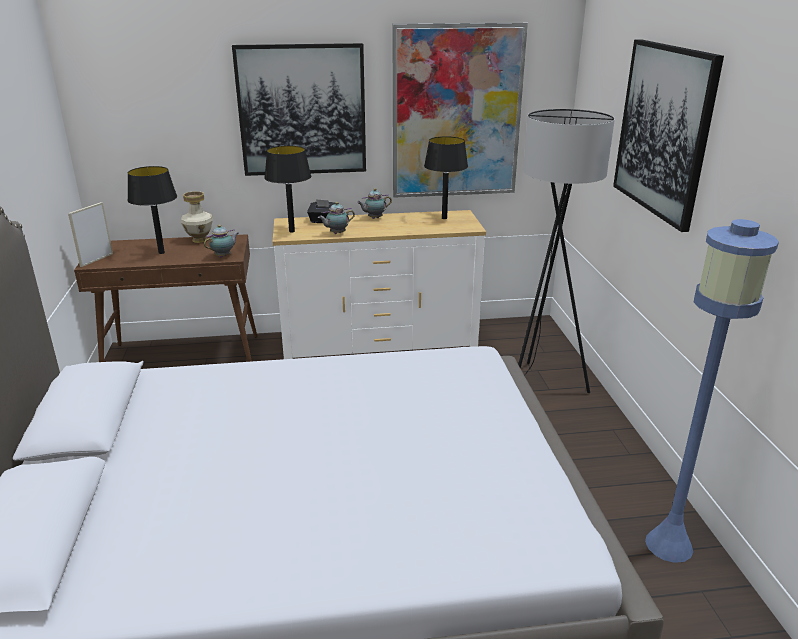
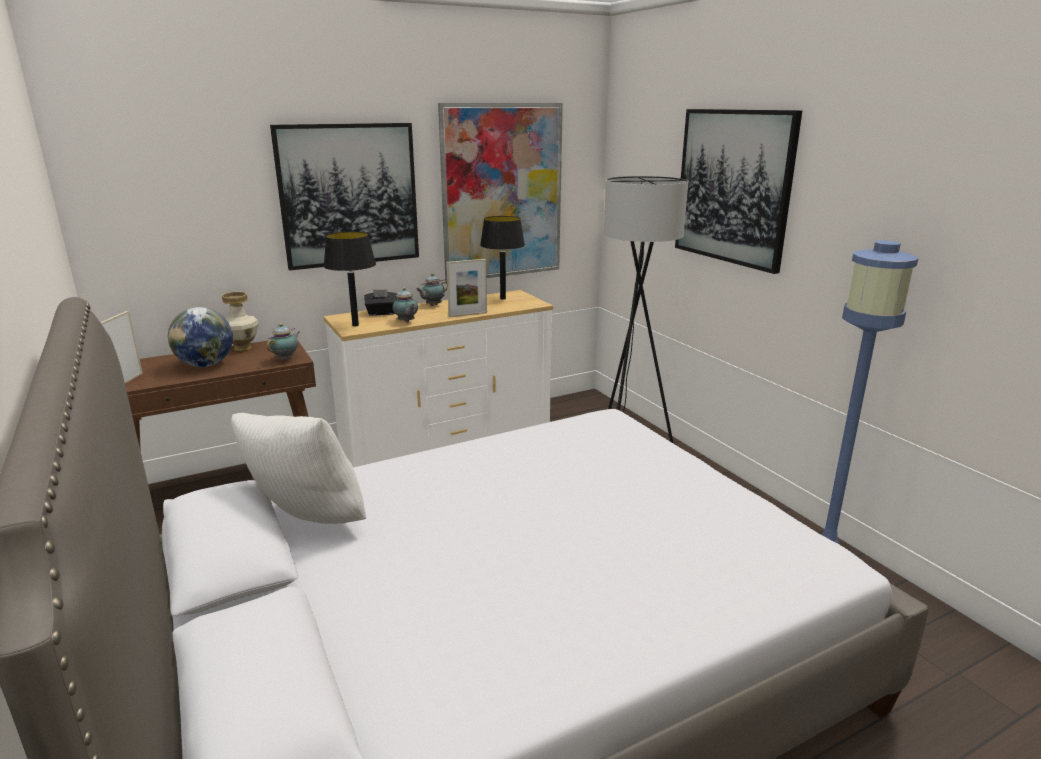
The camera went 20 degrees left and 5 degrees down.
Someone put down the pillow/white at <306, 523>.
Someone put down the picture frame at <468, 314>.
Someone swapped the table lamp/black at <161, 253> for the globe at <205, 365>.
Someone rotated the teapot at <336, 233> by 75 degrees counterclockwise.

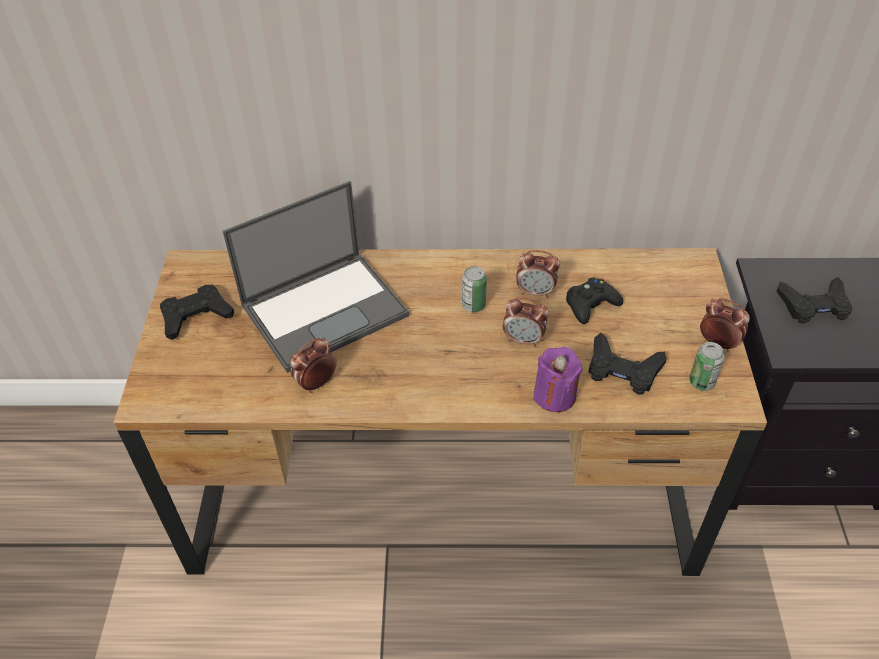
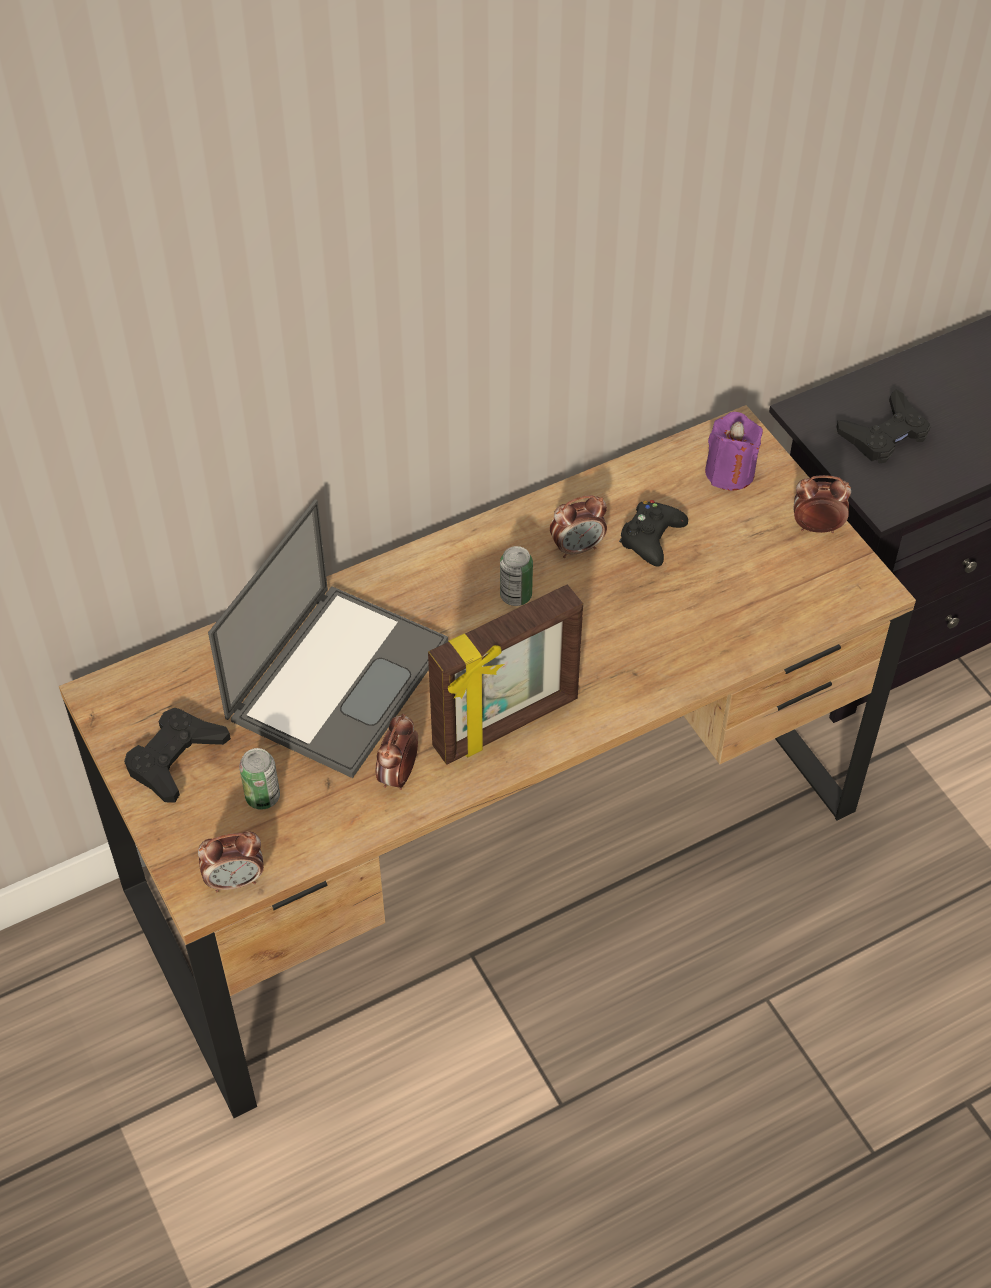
The camera went 30 degrees left and 5 degrees up.
Someone took away the game controller/black at <623, 370>.
Someone put down the picture frame at <507, 725>.
Someone carried the alarm clock from <523, 340> to <235, 880>.
Someone carried the candle/purple from <554, 395> to <730, 472>.
Someone carried the can from <701, 382> to <262, 797>.

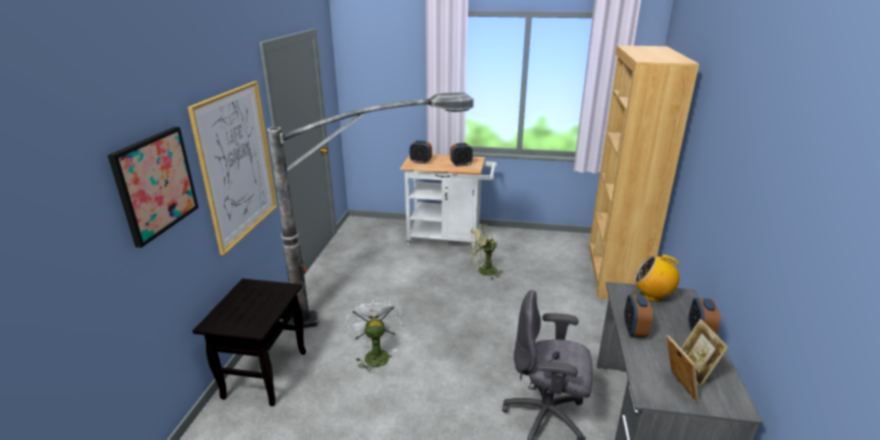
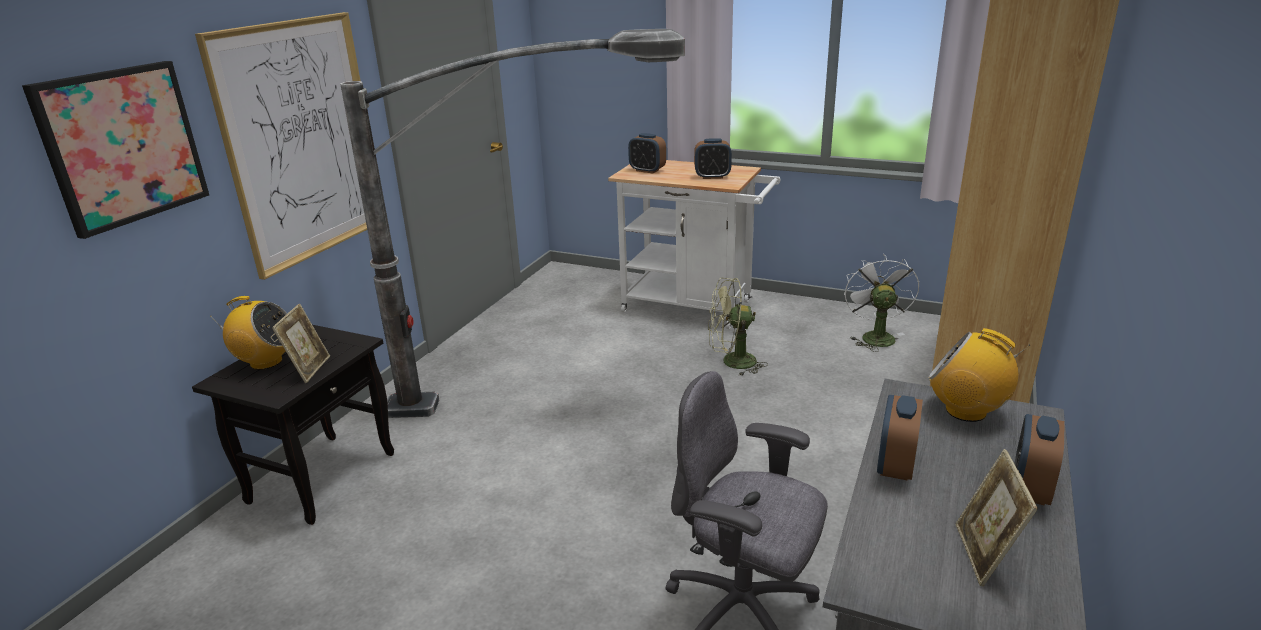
The camera went 15 degrees right and 0 degrees up.
Someone put down the radio at <265, 362>.
Someone carried the fan/white from <375, 354> to <875, 336>.
Someone carried the picture frame from <677, 387> to <309, 369>.

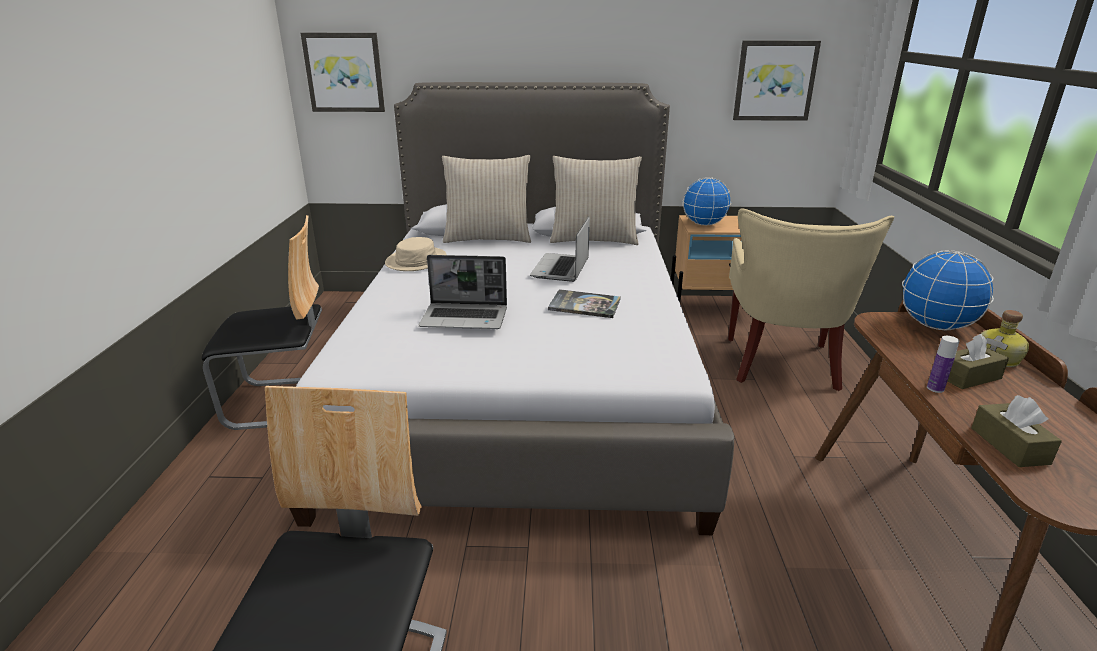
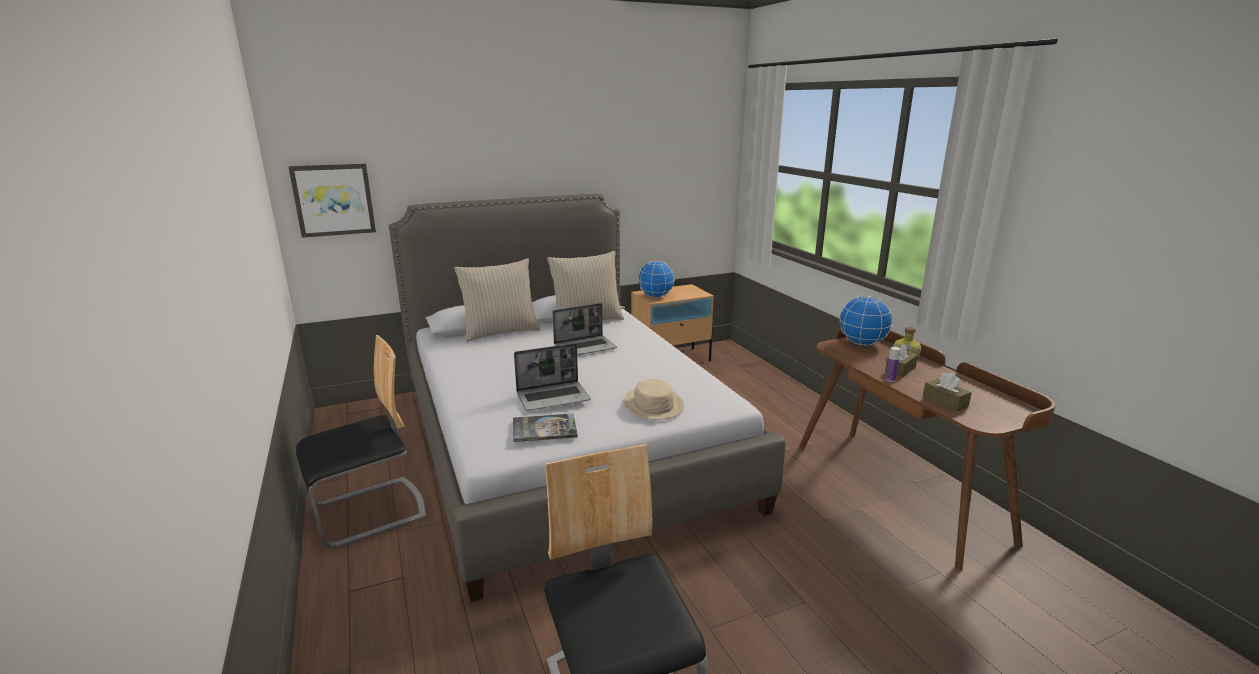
The camera went 25 degrees left and 5 degrees down.
Someone took away the armchair/beige at <780, 365>.
Someone took away the picture at <774, 81>.
Someone carried the hat/beige from <416, 260> to <653, 404>.
Someone carried the book from <584, 305> to <544, 429>.
Someone rotated the laptop at <561, 269> by 105 degrees counterclockwise.

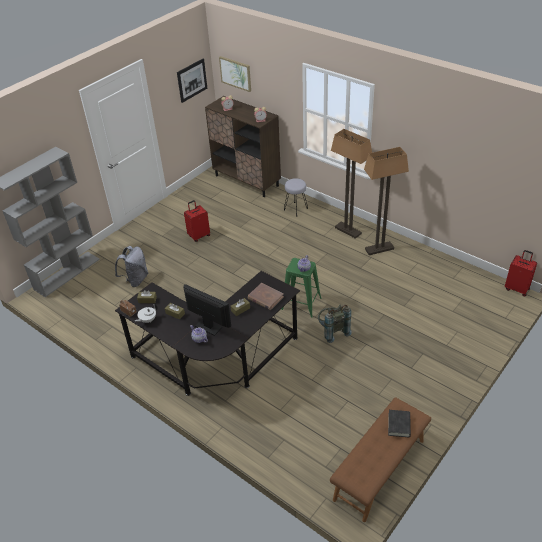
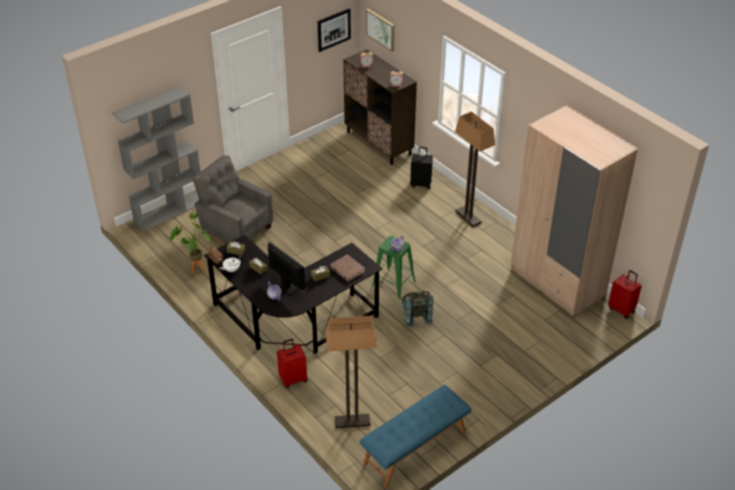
The camera went 10 degrees right and 0 degrees up.
Someone took away the book/black at <399, 425>.
Someone put down the potted plant at <195, 268>.
Someone put down the wardrobe/beige at <557, 283>.
Someone carried the suitcase/red from <199, 236> to <293, 379>.
Someone carried the floor lamp from <379, 249> to <352, 422>.
Someone swapped the backpack/grey at <135, 280> for the armchair/grey at <235, 230>.
Someone swapped the stool/grey at <296, 209> for the suitcase/black at <421, 184>.
Someone repainted the bench/brown at <380, 470>, which became the bench/blue at <415, 448>.

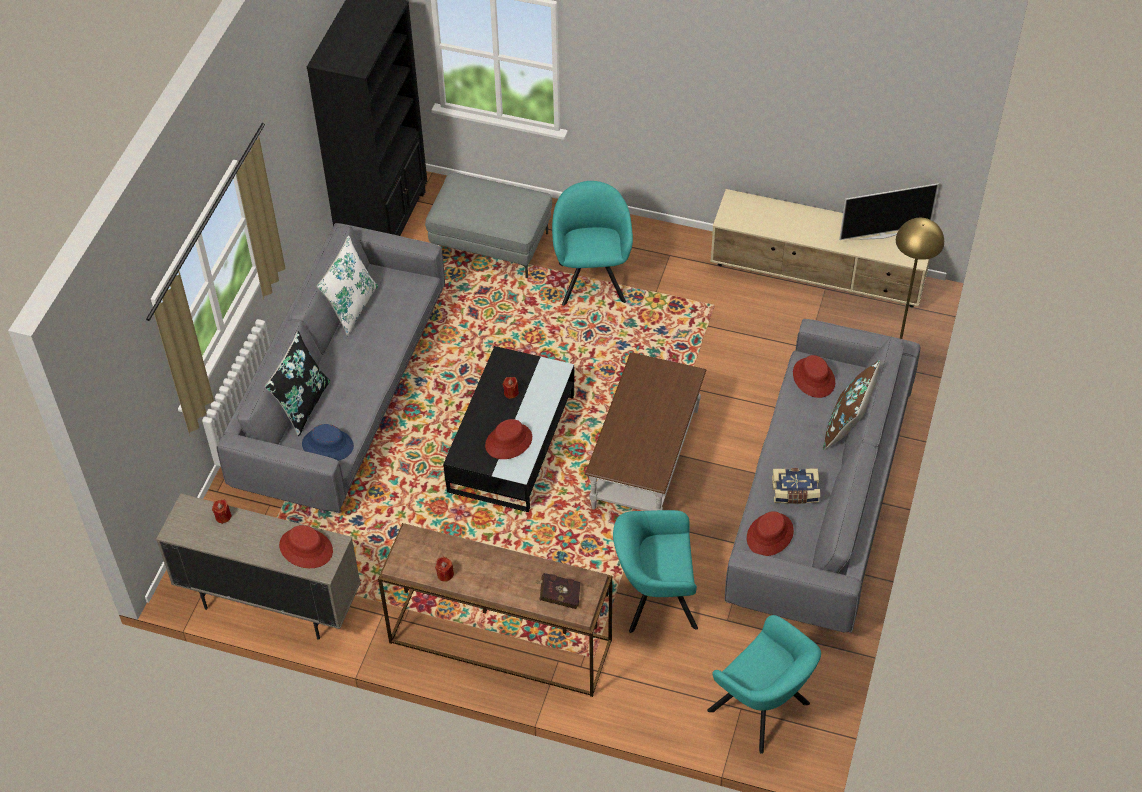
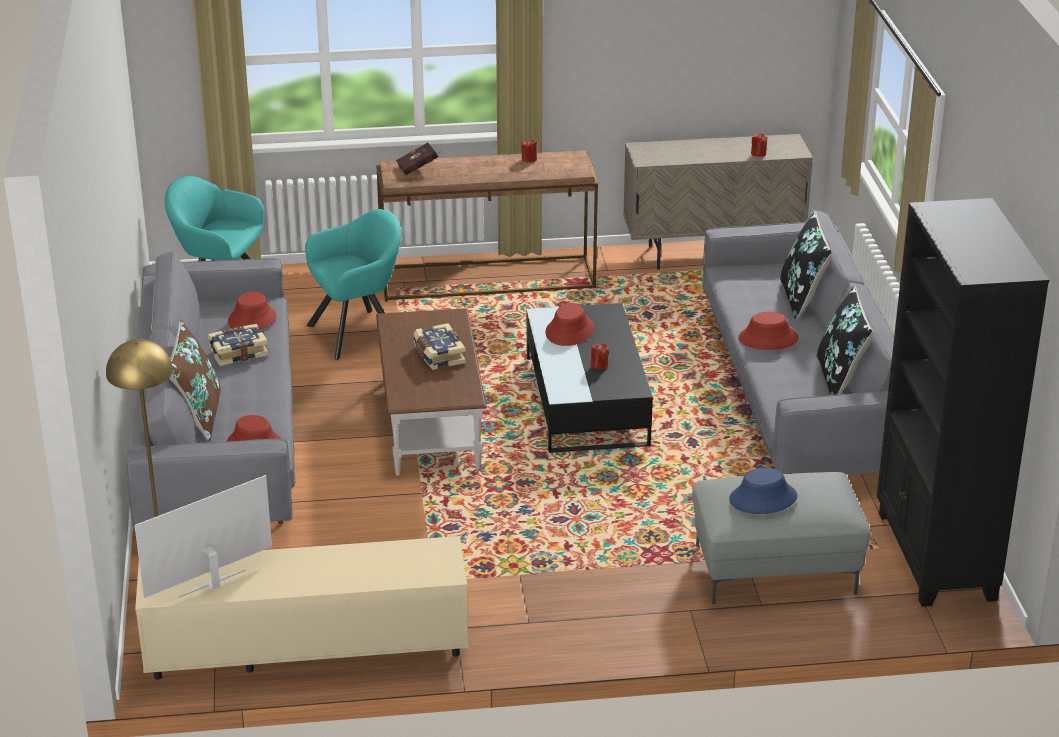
The camera went 155 degrees right and 20 degrees down.
Someone took away the armchair/turquoise at <592, 278>.
Someone put down the book at <438, 355>.
Someone carried the hat/red from <306, 548> to <768, 339>.
Someone carried the hat/blue from <328, 445> to <763, 499>.
Someone repainted the pillow/white at <351, 307>, which became the pillow/black at <840, 379>.

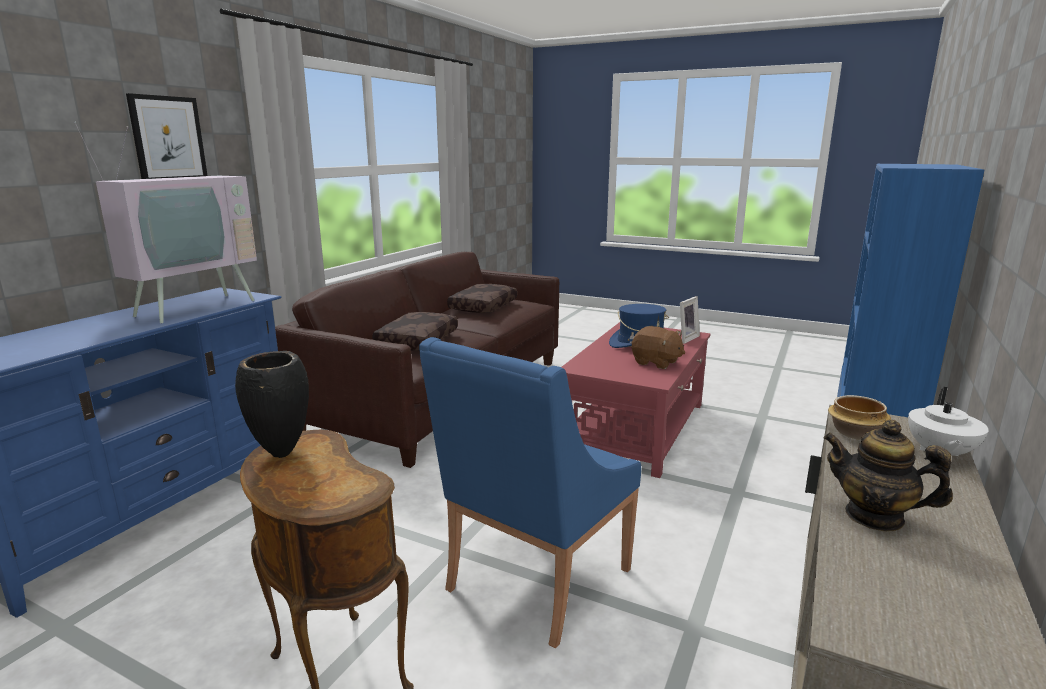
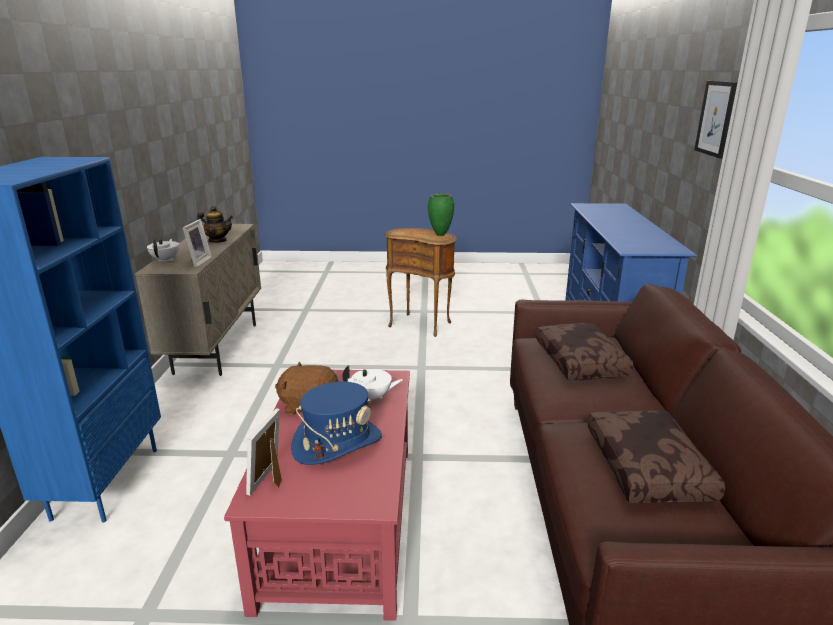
The camera went 155 degrees right and 5 degrees up.
Someone took away the television at <191, 307>.
Someone took away the armchair/blue at <534, 581>.
Someone put down the teapot/white at <372, 397>.
Someone swapped the bowl at <856, 434> for the picture frame at <197, 262>.
Someone repainted the vase/black at <282, 454>, which became the vase/green at <440, 235>.

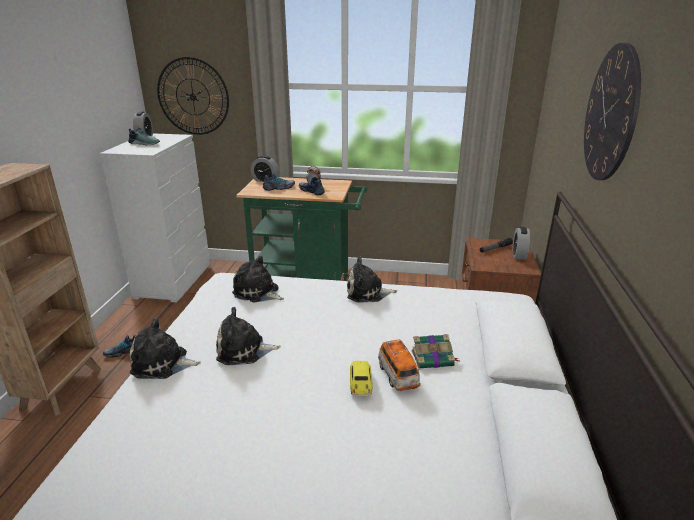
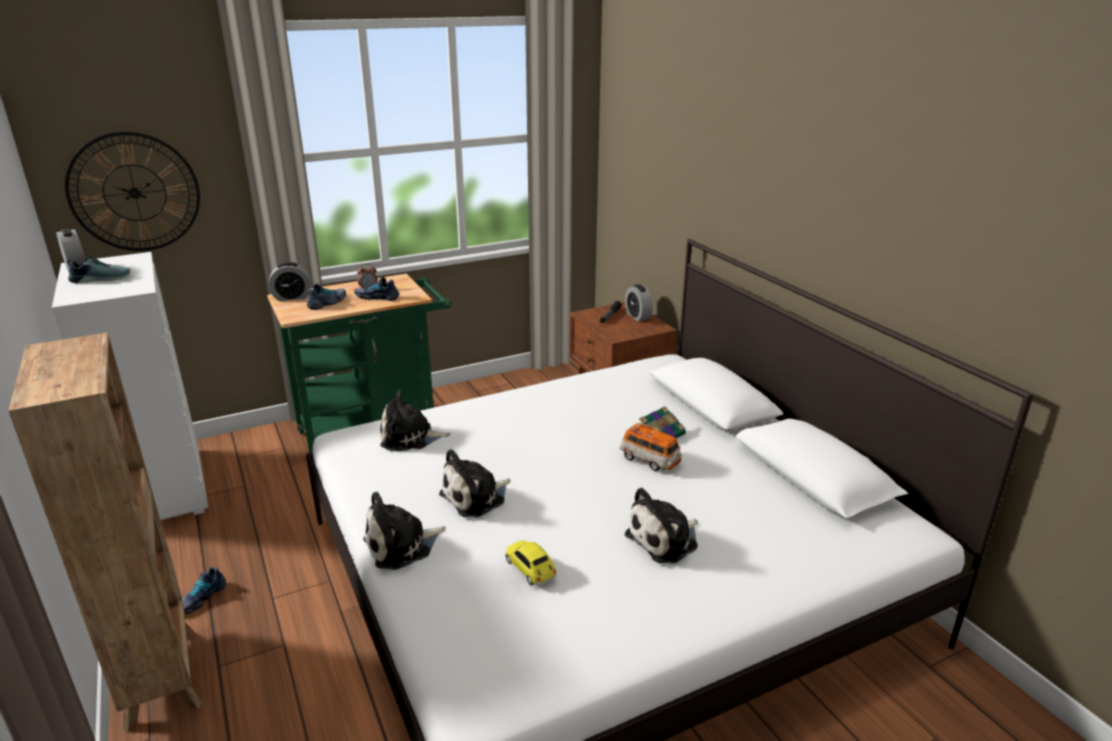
The camera went 35 degrees left and 0 degrees up.
Someone took away the wall clock at <611, 114>.
Someone carried the plush toy from <367, 293> to <665, 540>.
Someone carried the toy car from <360, 384> to <530, 569>.

